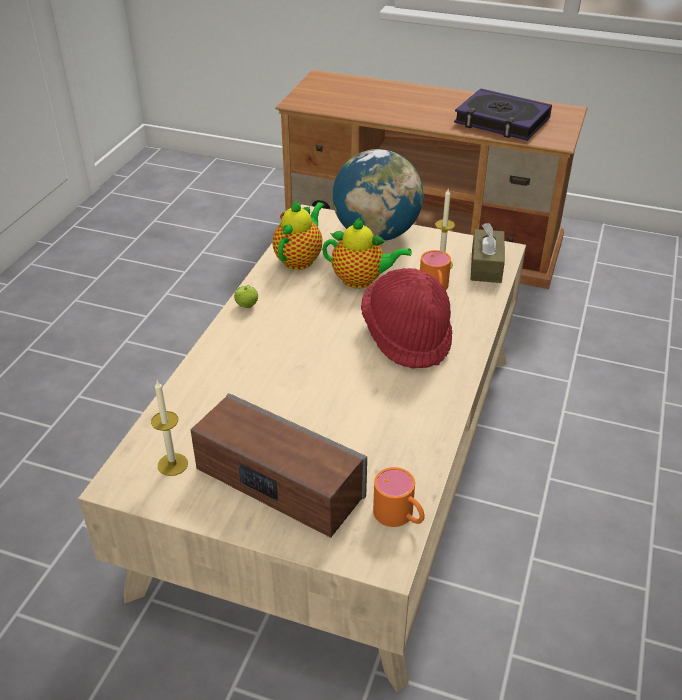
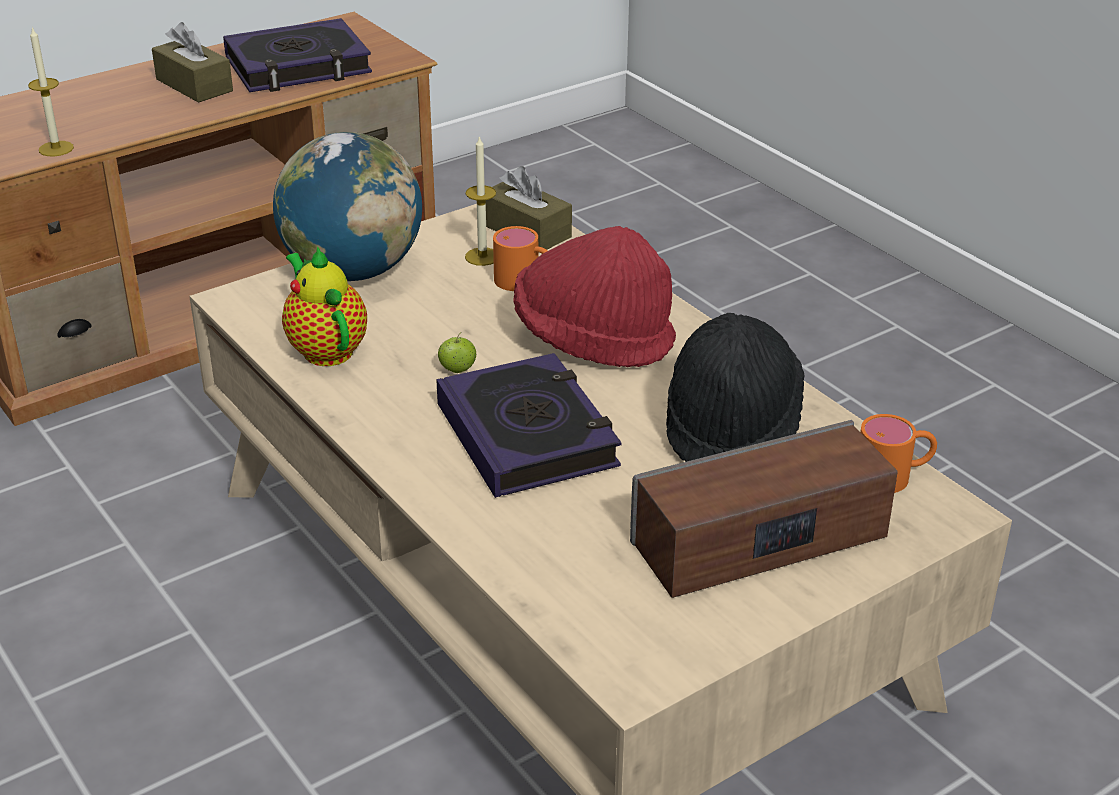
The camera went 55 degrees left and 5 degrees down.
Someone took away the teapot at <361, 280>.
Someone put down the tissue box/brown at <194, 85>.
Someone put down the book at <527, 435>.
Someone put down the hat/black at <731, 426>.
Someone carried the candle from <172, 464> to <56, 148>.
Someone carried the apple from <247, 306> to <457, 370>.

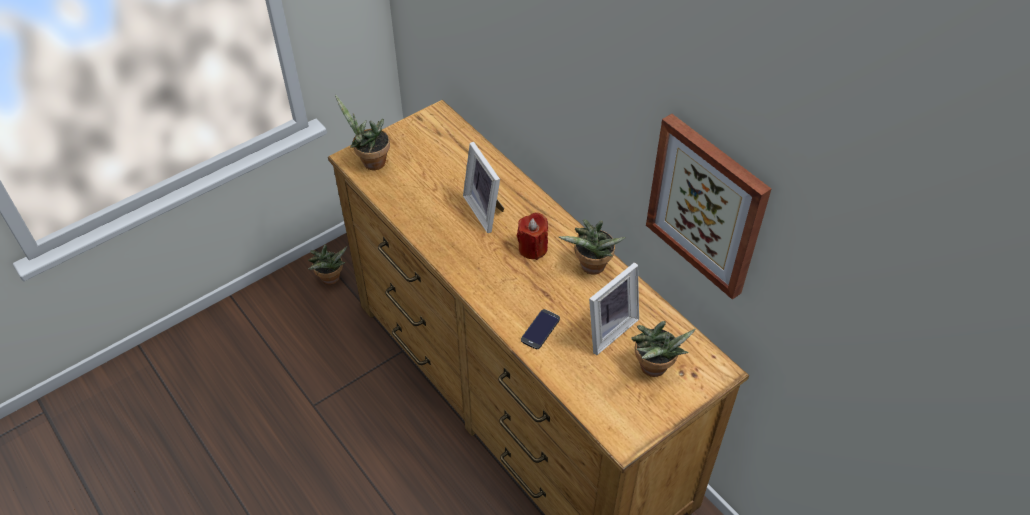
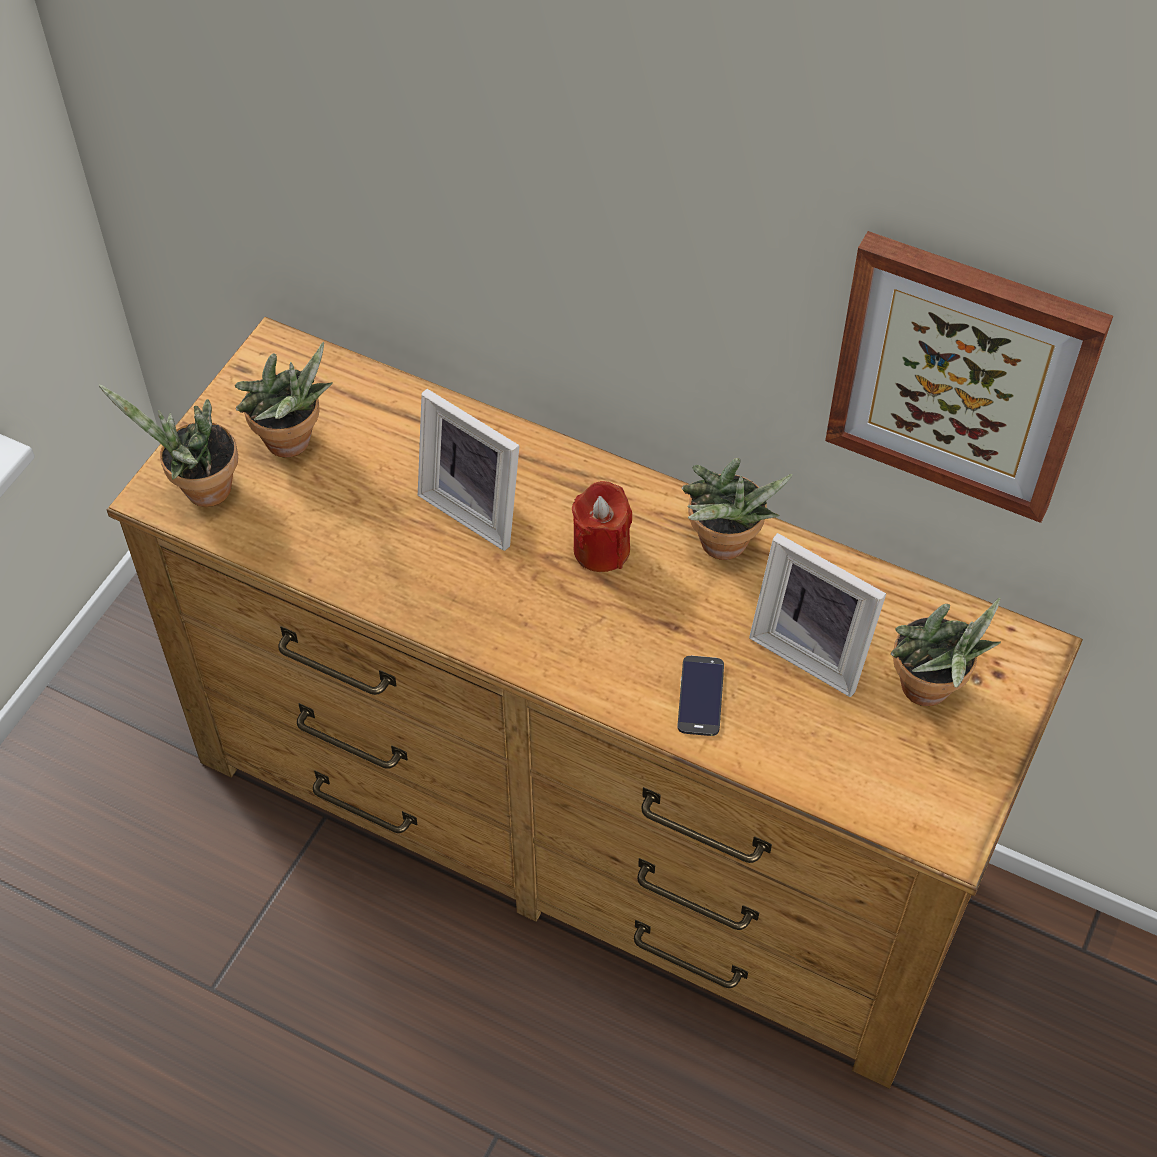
The camera went 25 degrees left and 5 degrees up.
Someone carried the potted plant from <331, 280> to <292, 445>.
Someone rotated the picture frame at <607, 329> by 105 degrees clockwise.

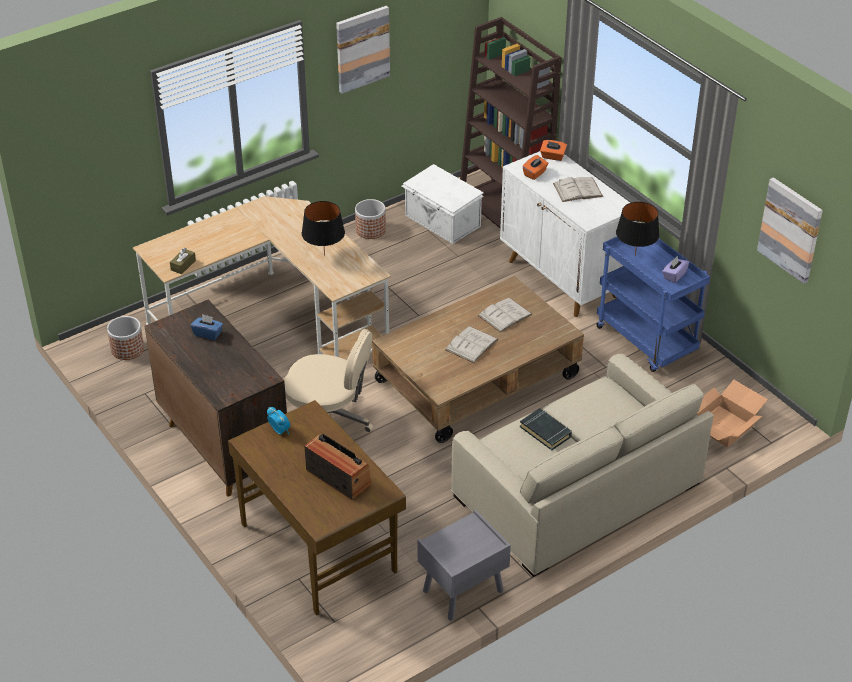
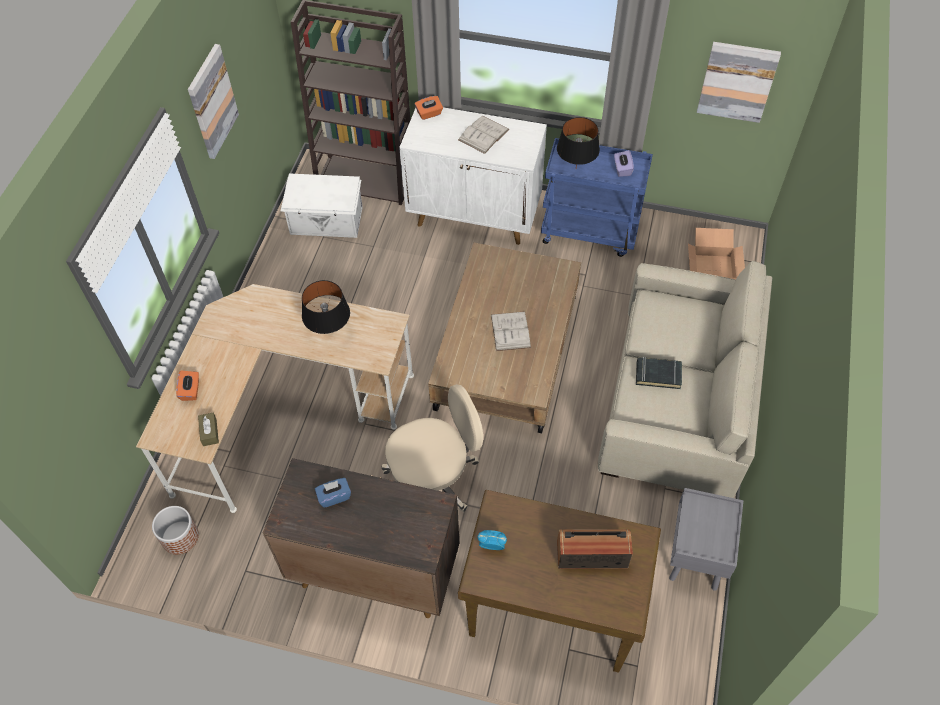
The camera went 40 degrees left and 15 degrees up.
Someone took away the planter at <370, 230>.
Someone took away the book/white at <505, 315>.
Someone carried the tissue box/orange from <535, 173> to <191, 390>.

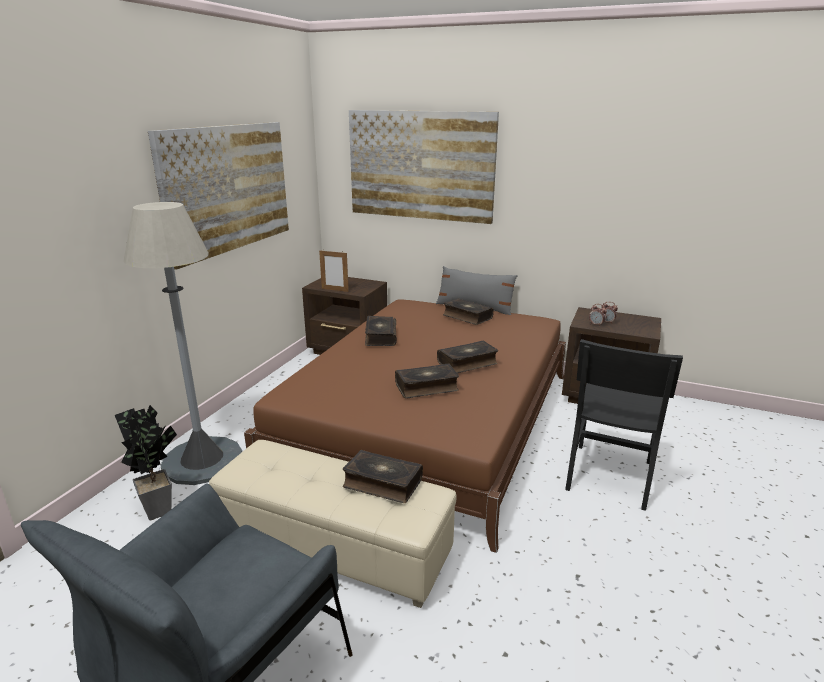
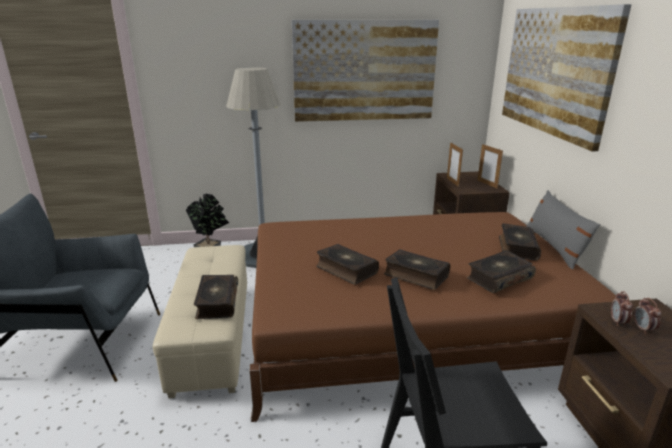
The camera went 60 degrees right and 0 degrees up.
Someone put down the picture frame at <487, 184>.
Someone carried the book from <380, 337> to <498, 278>.

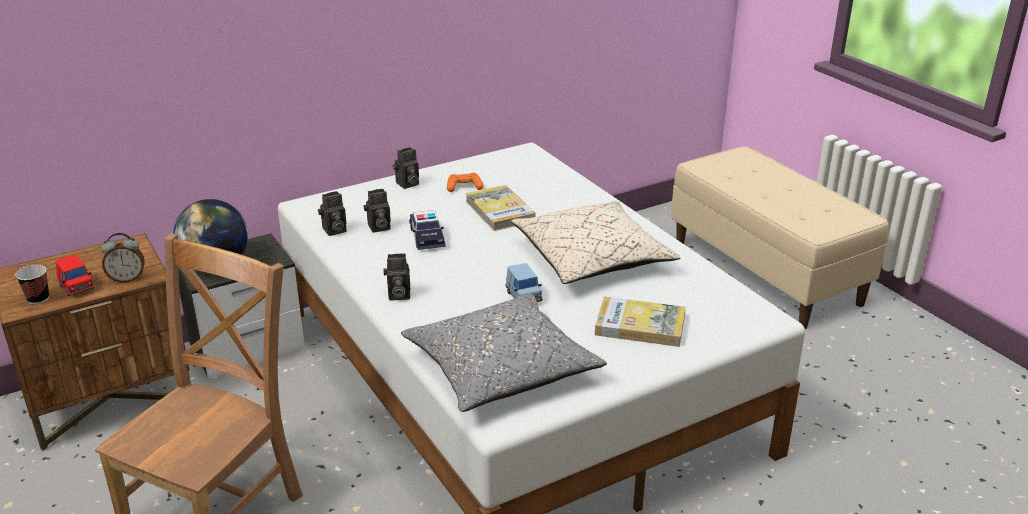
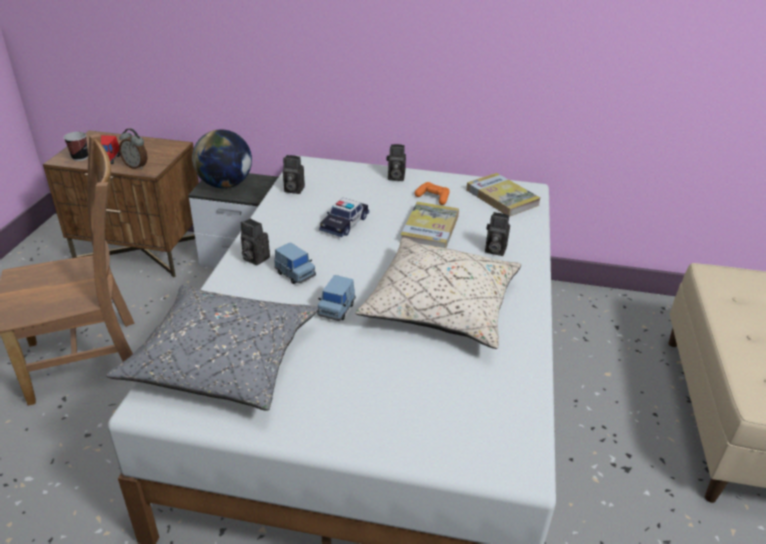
The camera went 40 degrees right and 5 degrees up.
Someone put down the toy car/blue at <295, 274>.
Someone carried the photo camera from <378, 228> to <494, 250>.
Someone carried the book from <640, 325> to <502, 197>.

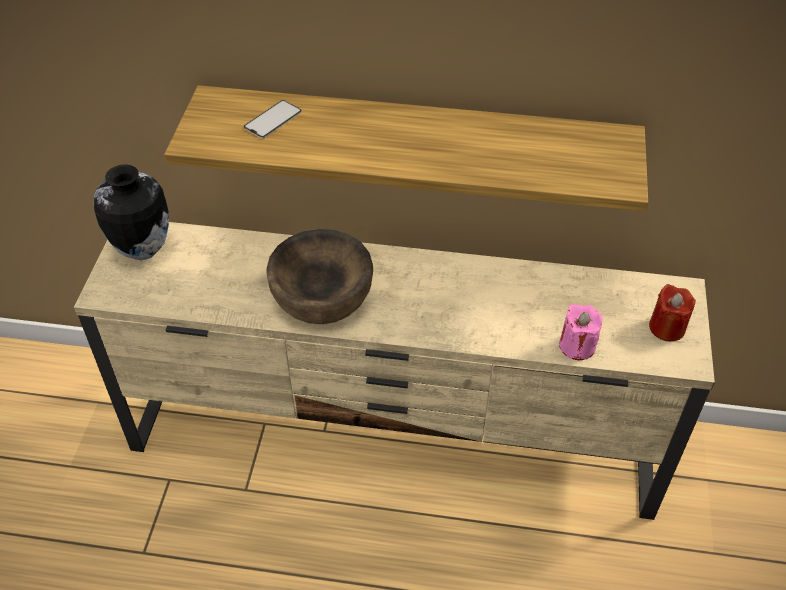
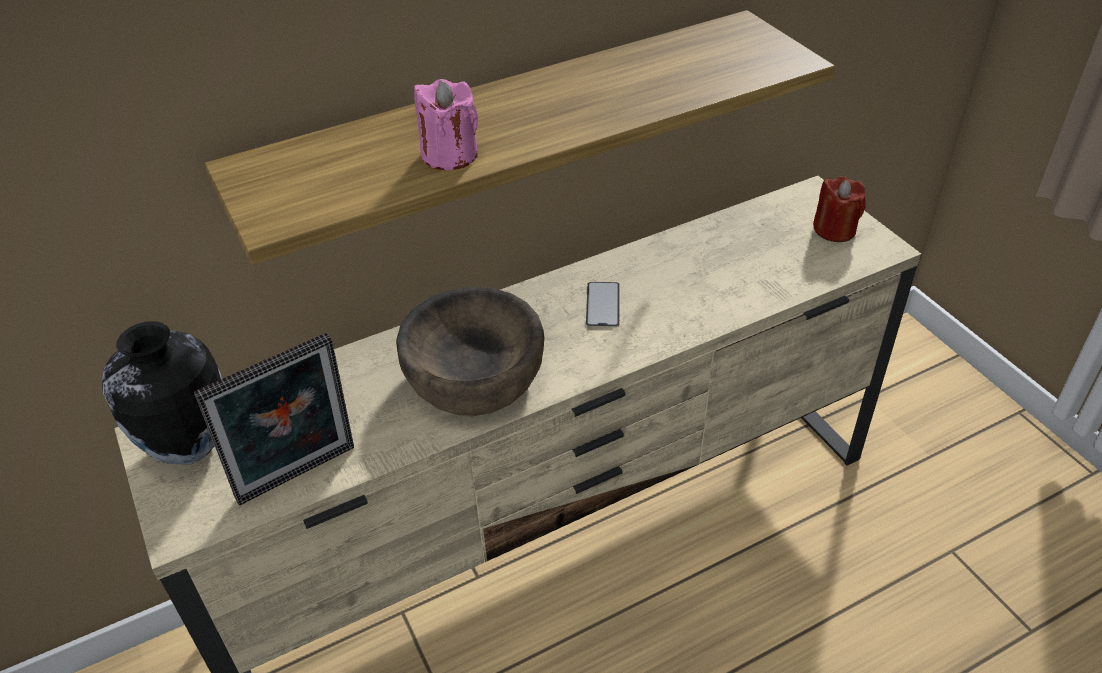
The camera went 35 degrees left and 5 degrees down.
Someone put down the picture frame at <299, 478>.
Someone carried the phone from <273, 119> to <603, 305>.
Someone carried the candle/pink from <577, 346> to <449, 155>.

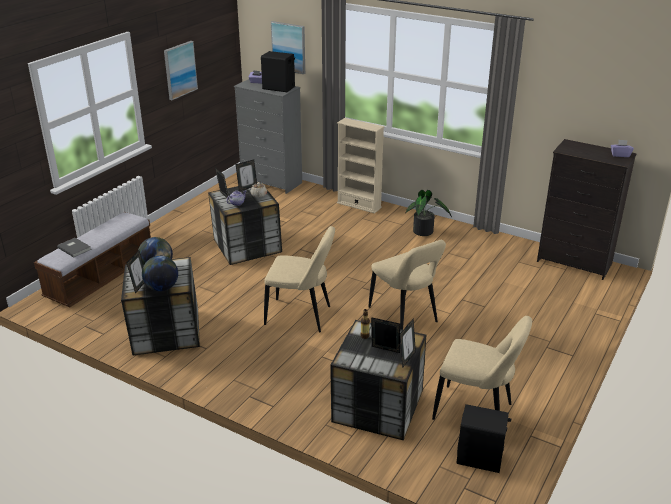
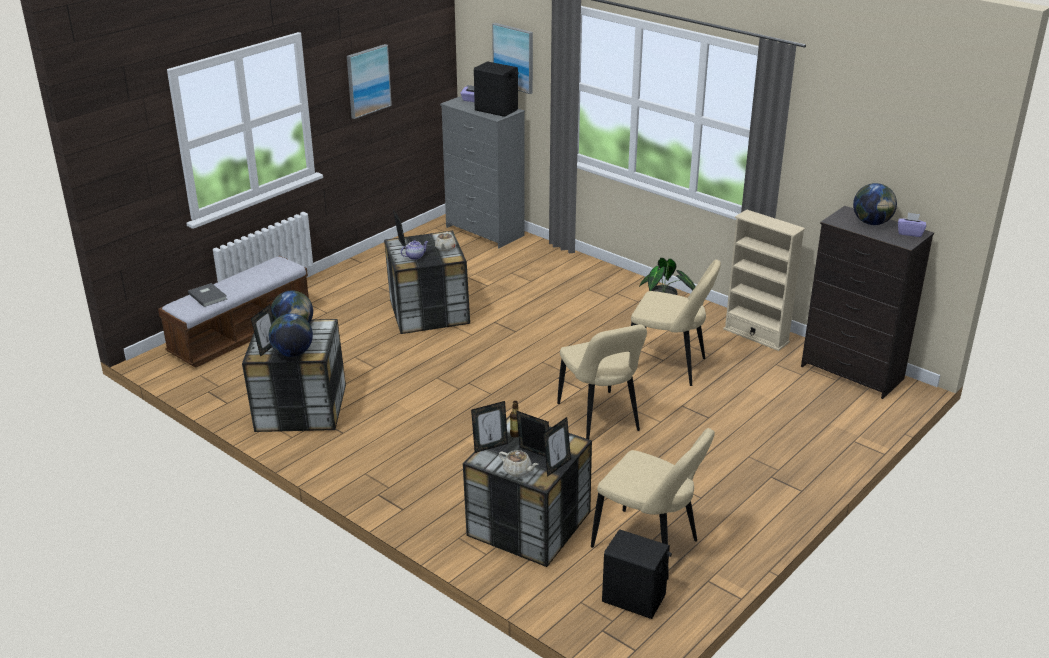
The camera went 10 degrees right and 0 degrees up.
Someone put down the teapot/beige at <518, 471>.
Someone put down the globe at <872, 223>.
Someone carried the picture frame from <247, 188> to <490, 446>.
Someone carried the chair/beige from <301, 316> to <669, 366>.
Someone carried the bookcase/beige from <359, 205> to <756, 335>.

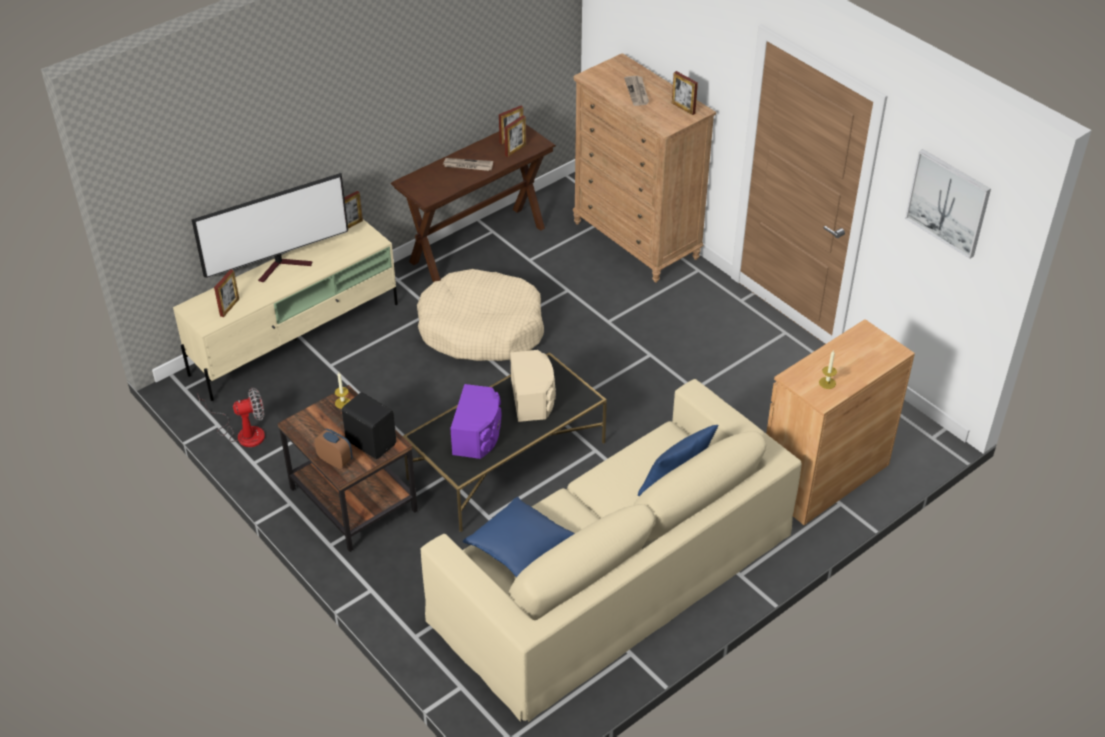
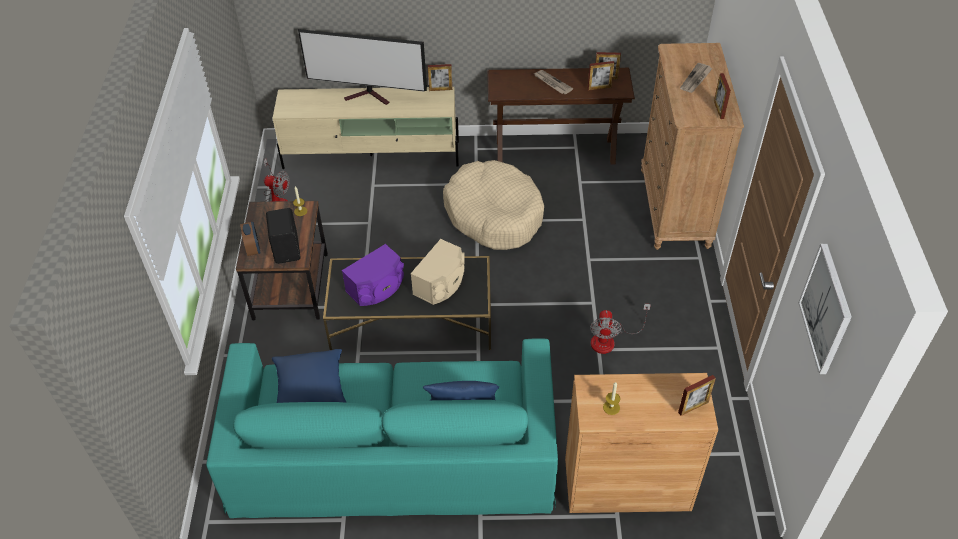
The camera went 40 degrees right and 5 degrees up.
Someone put down the fan at <610, 340>.
Someone carried the picture frame from <229, 307> to <693, 407>.
Someone repainted the sofa/beige at <613, 574>, which became the sofa/turquoise at <393, 452>.

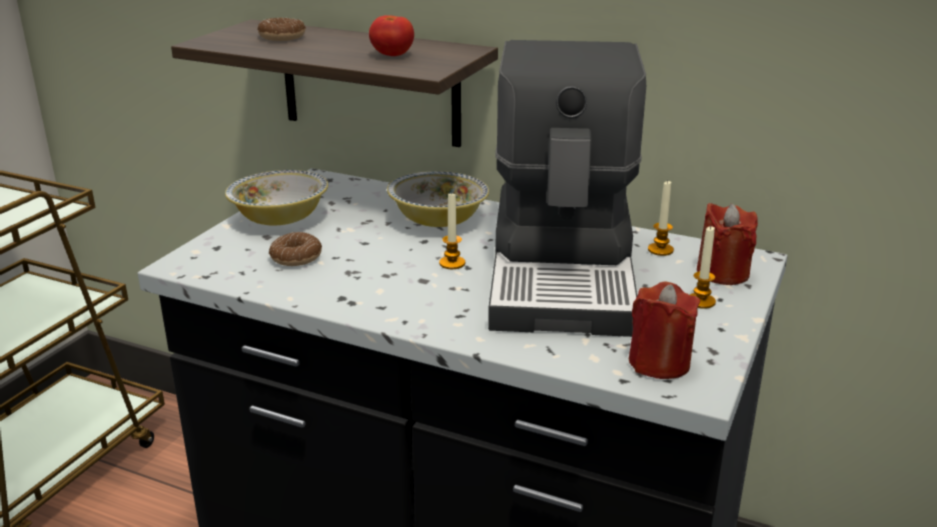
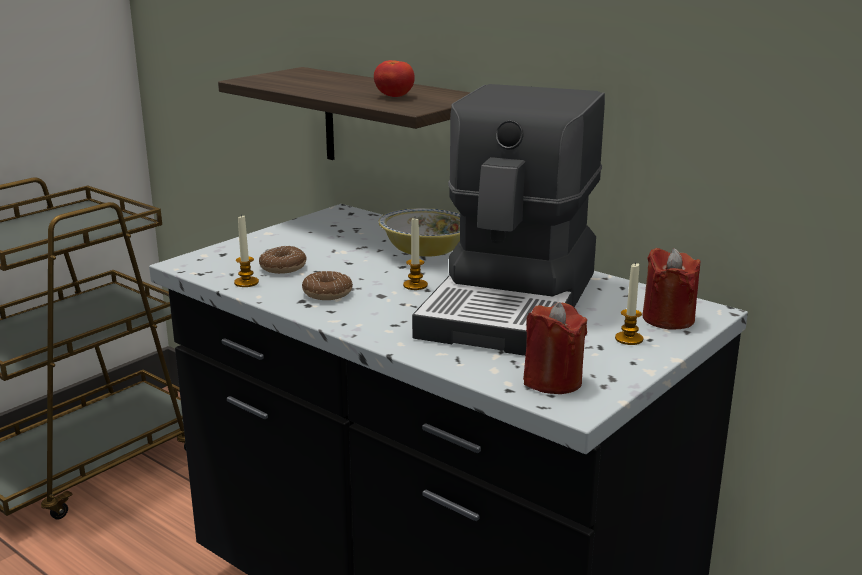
The camera went 15 degrees right and 5 degrees down.
Someone took away the bowl at <280, 219>.
Someone carried the donut from <282, 37> to <327, 293>.
Someone carried the candle from <660, 250> to <246, 282>.

